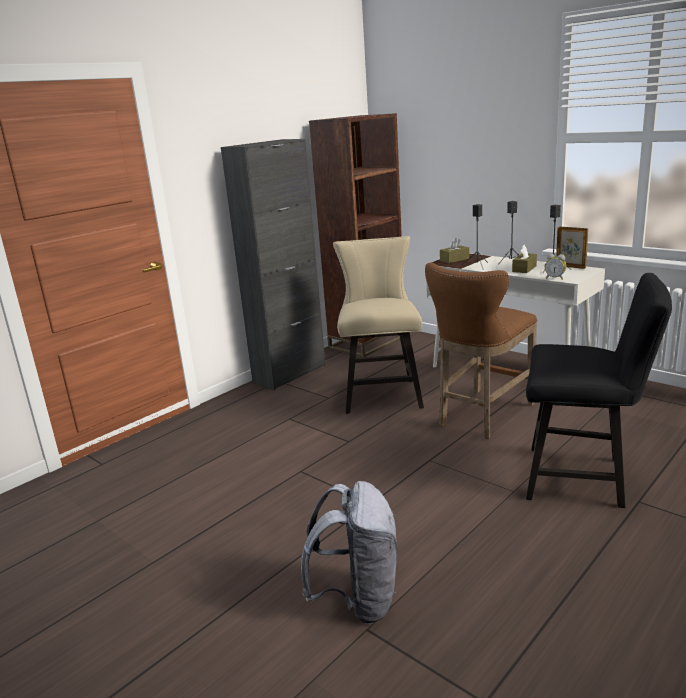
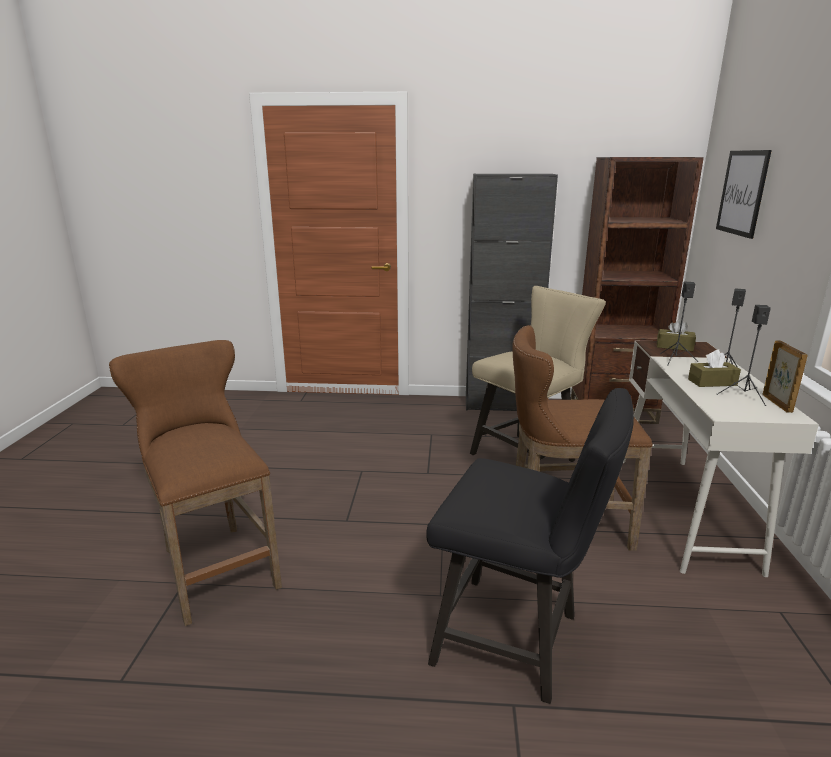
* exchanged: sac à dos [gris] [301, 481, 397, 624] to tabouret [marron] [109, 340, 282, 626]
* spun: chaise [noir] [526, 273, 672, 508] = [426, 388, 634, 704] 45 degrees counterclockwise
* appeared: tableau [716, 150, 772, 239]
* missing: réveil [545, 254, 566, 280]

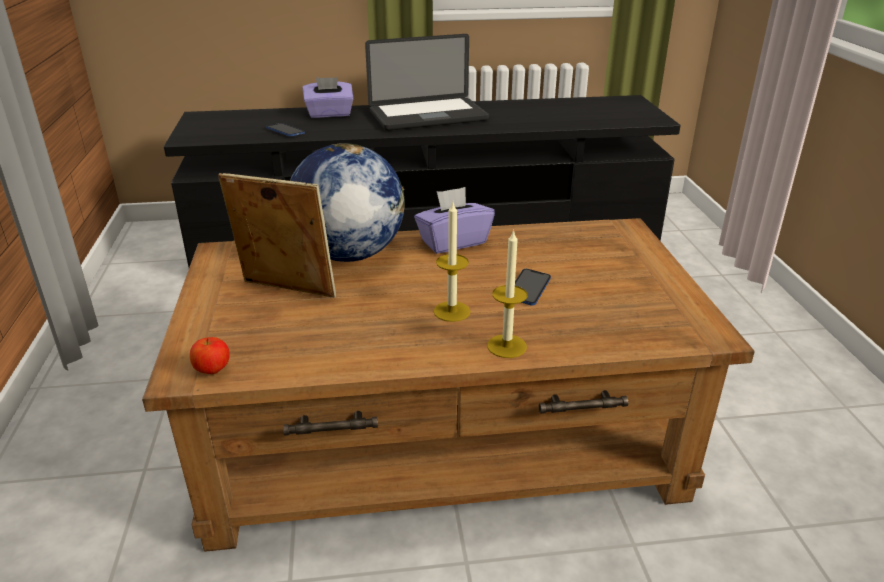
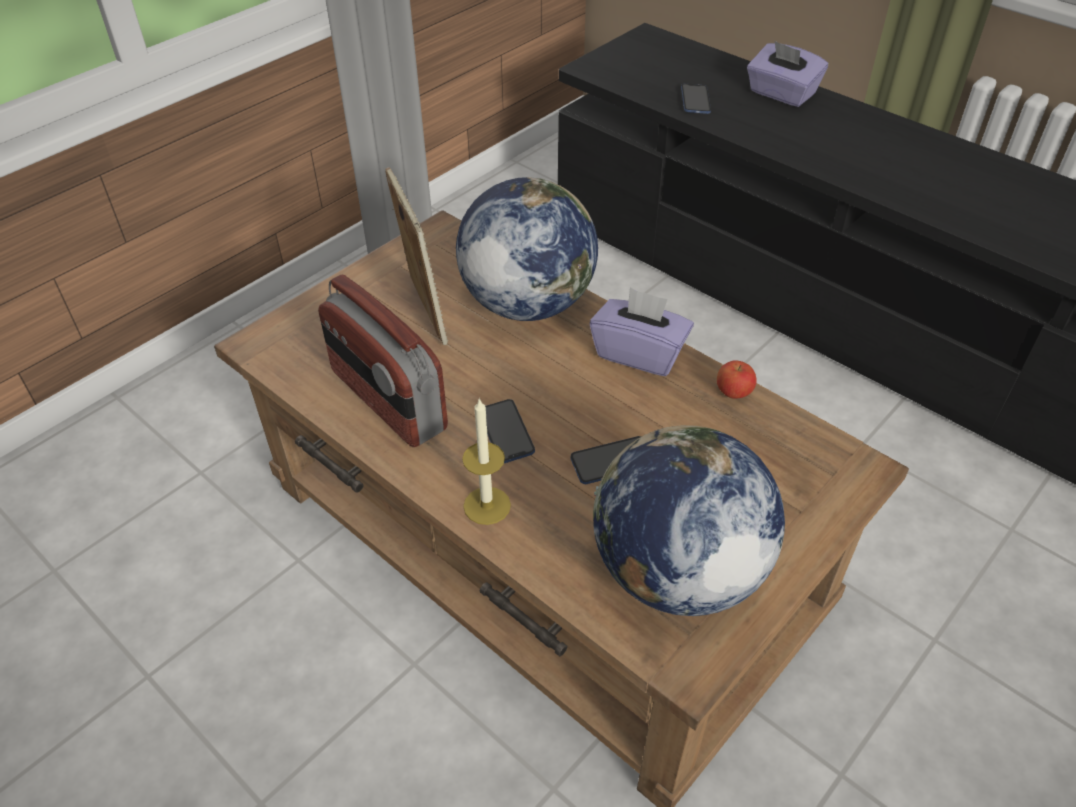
* appeared: radio [318, 275, 448, 447]
* exchanged: bougie [433, 202, 471, 322] to téléphone [485, 399, 535, 463]
* appeared: globe [593, 425, 785, 616]
* relocated: pomme [190, 337, 230, 374] to [717, 360, 756, 399]
* missing: ordinateur portable [365, 34, 489, 131]

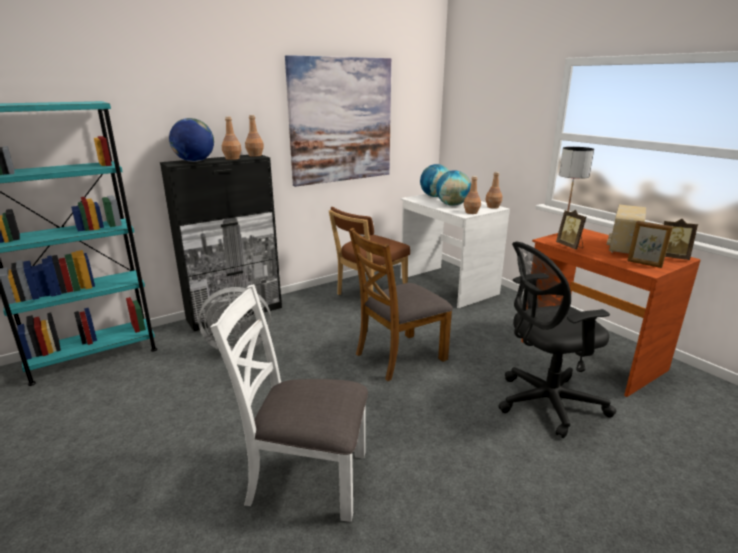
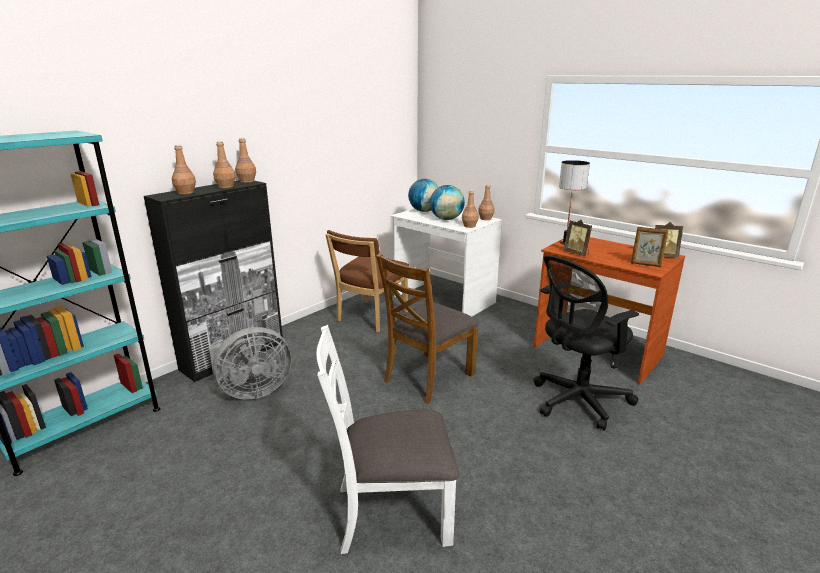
* exchanged: globe [169, 118, 214, 162] to bouteille [marron] [172, 145, 196, 195]
* missing: tableau [285, 55, 391, 187]
* missing: radio [607, 205, 646, 254]

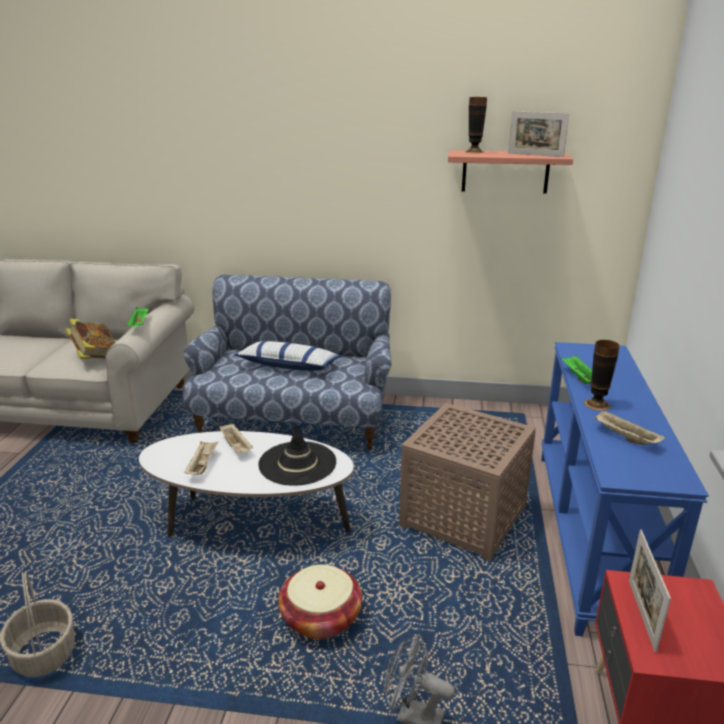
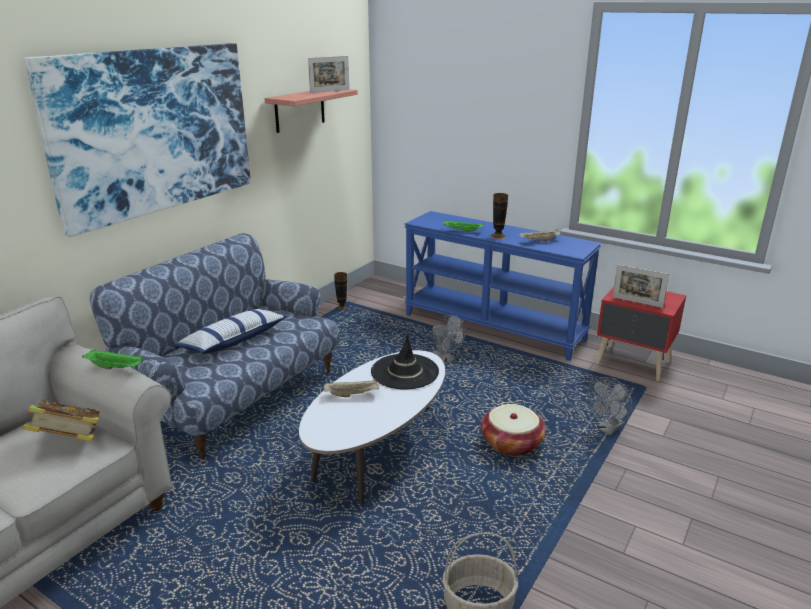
* appeared: tableau [23, 43, 251, 237]
* relocated: vase [465, 97, 487, 154] to [334, 272, 347, 310]
* exchanged: table d'appoint [marron] [399, 403, 536, 562] to ventilateur [gris] [432, 315, 465, 364]
* missing: plateau [beige] [184, 441, 219, 475]

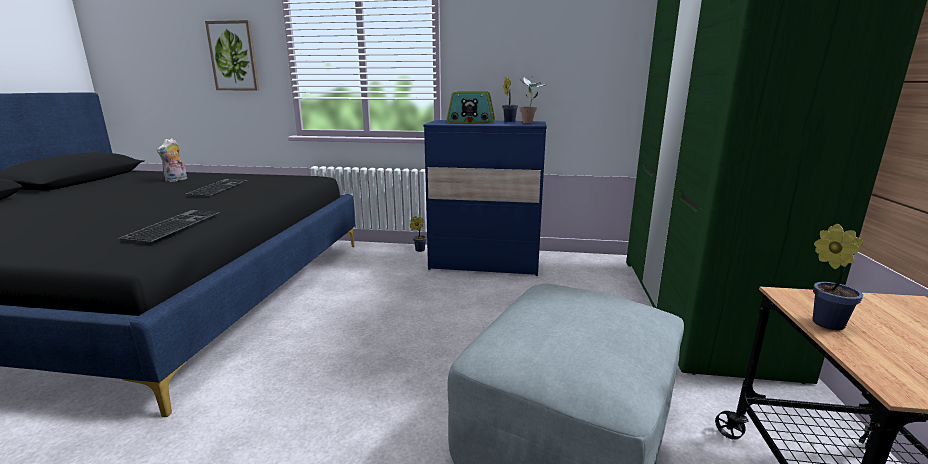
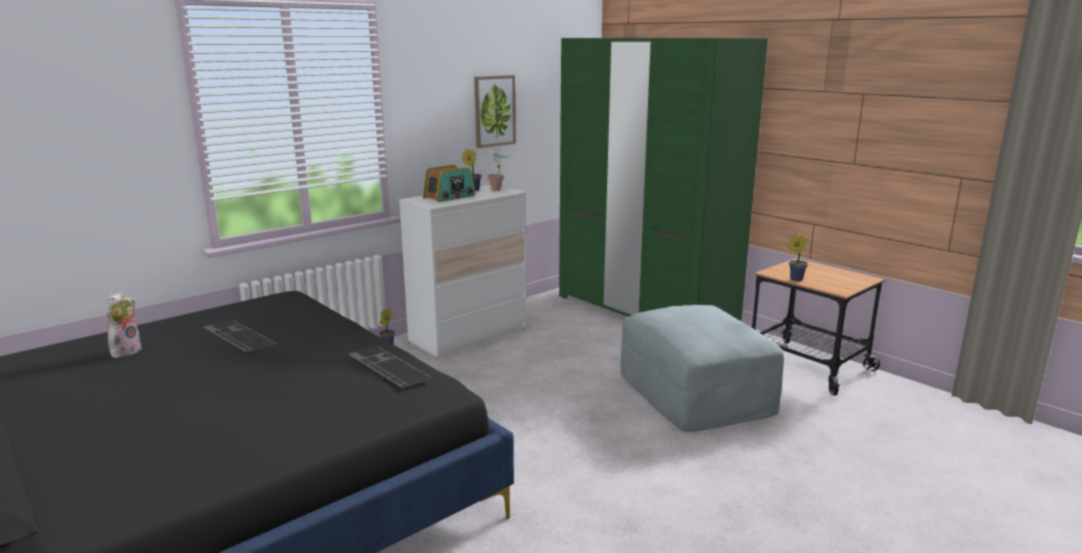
* spun: peluche [157, 138, 187, 182] = [105, 292, 142, 358] 135 degrees counterclockwise
* colour: commode [bleu] [423, 120, 547, 276] to commode [blanc] [399, 185, 526, 358]
* relocated: tableau [205, 20, 259, 90] to [474, 75, 516, 148]

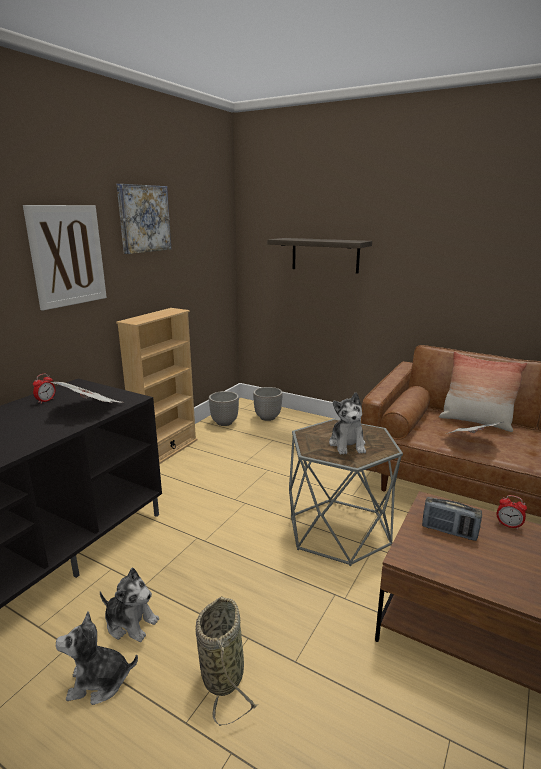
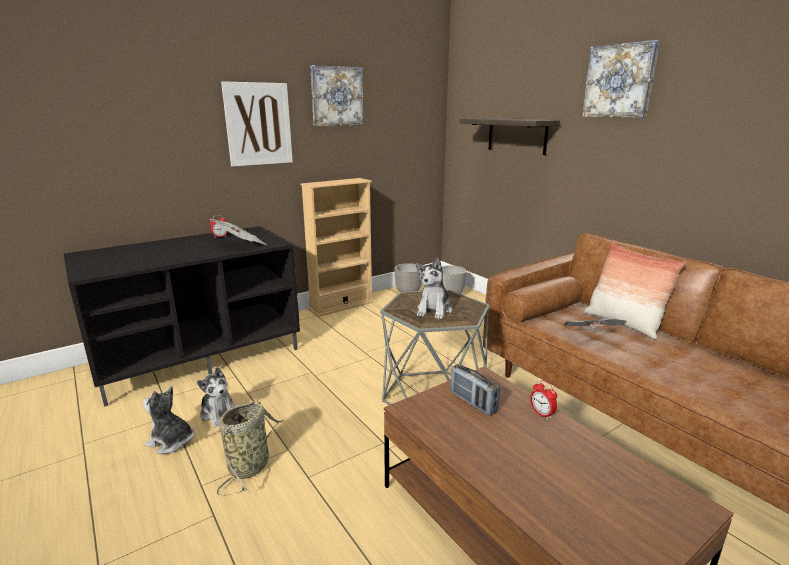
* appeared: tableau [582, 40, 660, 118]

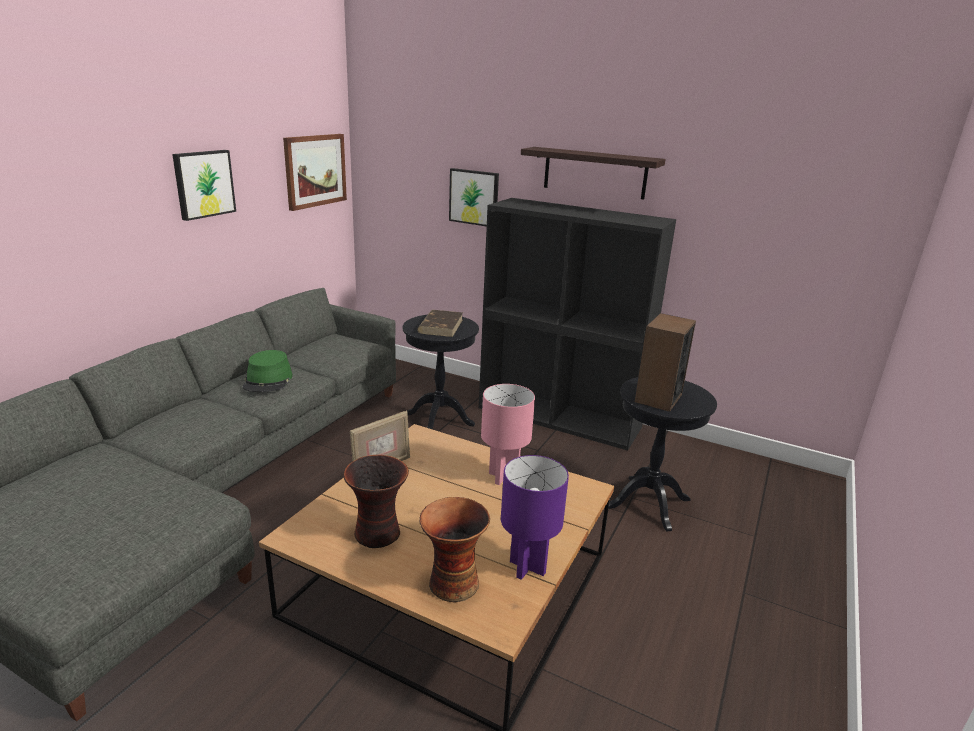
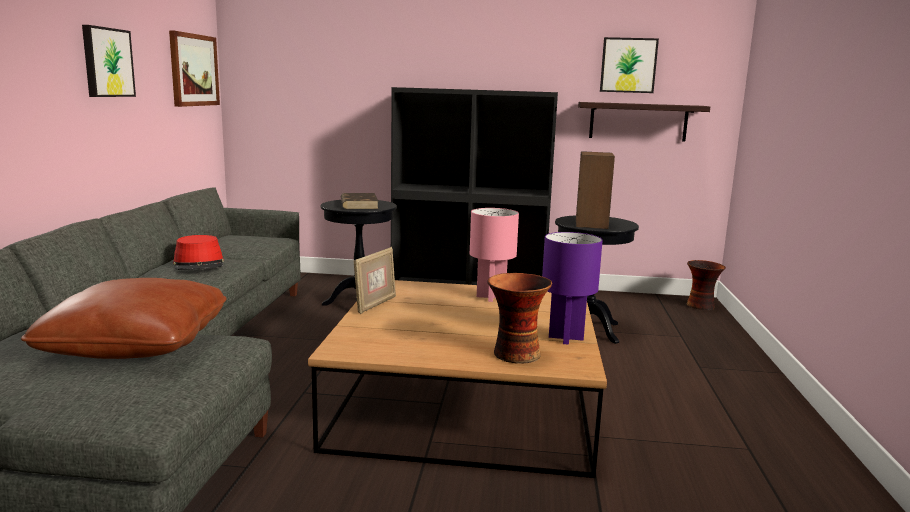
* appeared: coussin [marron] [21, 278, 227, 359]
* colour: chapeau [vert] [243, 350, 292, 392] to chapeau [rouge] [173, 235, 224, 270]
* relocated: étagère [521, 147, 666, 200] to [578, 102, 710, 141]
* relocated: tableau [449, 168, 499, 227] to [600, 37, 659, 93]
* relocated: vase [343, 455, 409, 548] to [687, 260, 726, 310]

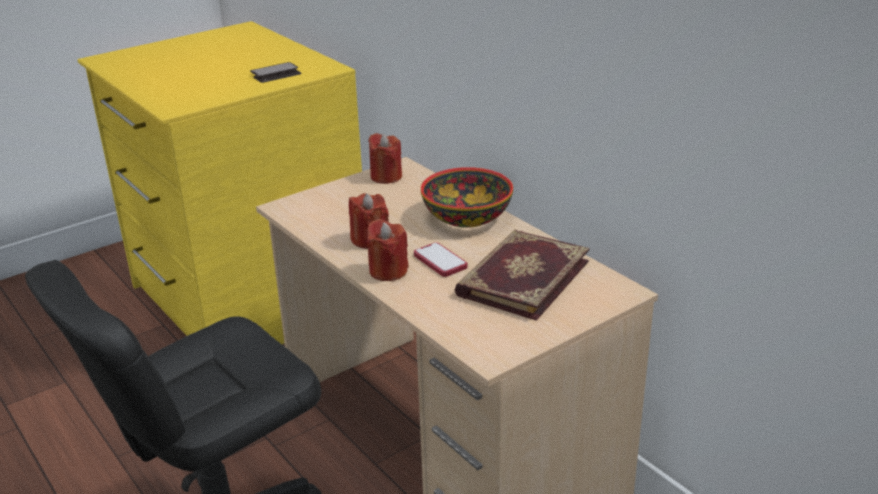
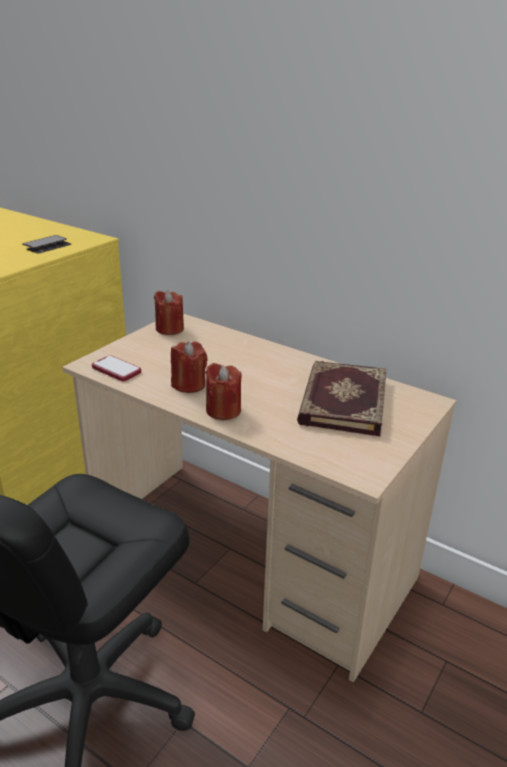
* relocated: téléphone [414, 242, 467, 277] to [92, 355, 141, 381]
* missing: bol [421, 167, 513, 228]

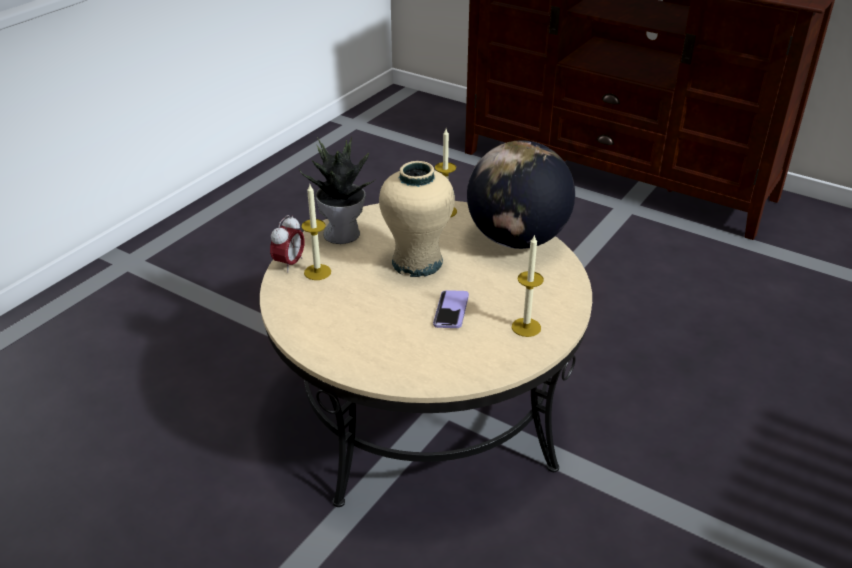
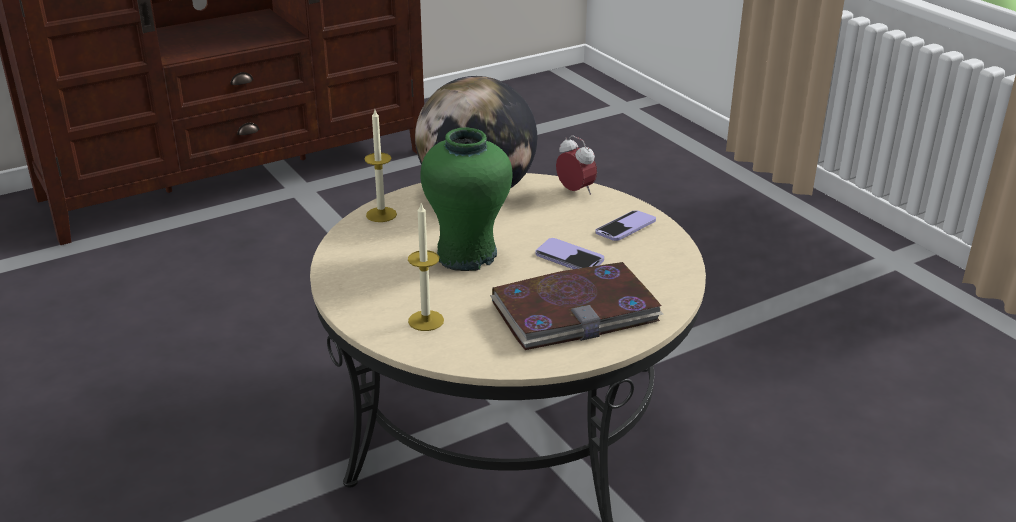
* colour: vase [beige] [379, 161, 455, 277] to vase [vert] [420, 128, 513, 271]
* appeared: livre [490, 262, 664, 350]
* relocated: réveil [270, 215, 305, 273] to [556, 135, 597, 195]
* exchanged: bougie [512, 234, 544, 337] to téléphone [596, 210, 656, 241]
* missing: plante en pot [299, 137, 375, 244]

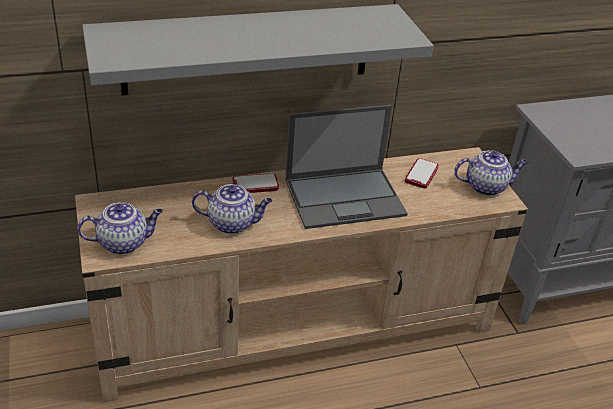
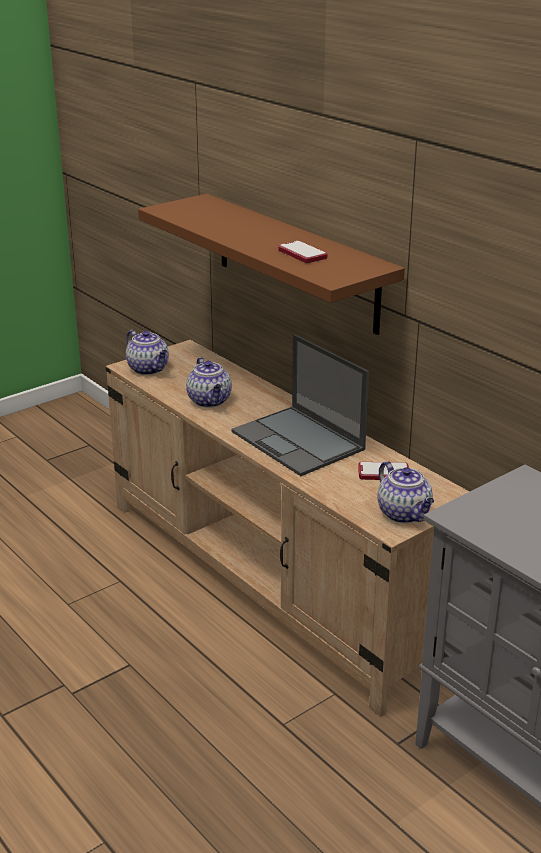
* colour: étagère [gris] [82, 4, 434, 95] to étagère [marron] [138, 194, 405, 335]
* relocated: téléphone [233, 173, 279, 193] to [278, 241, 328, 263]

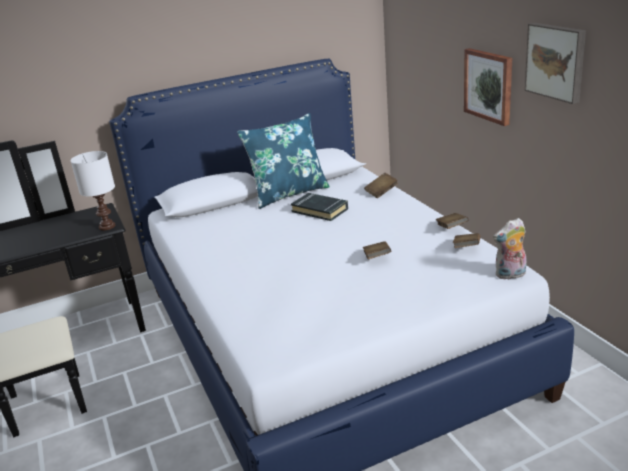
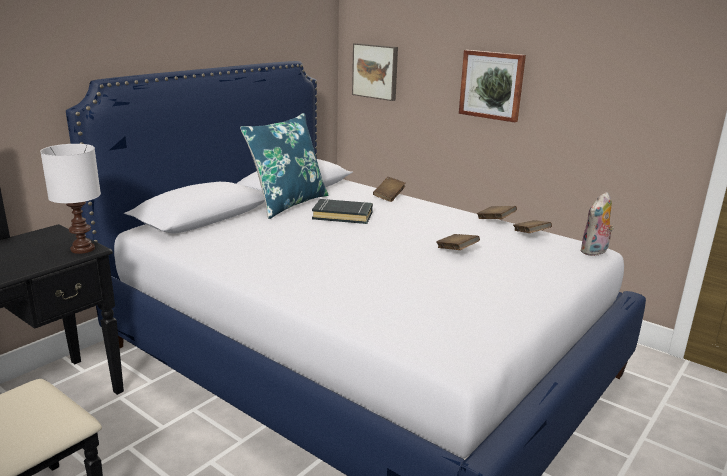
* relocated: tableau [525, 23, 586, 104] to [352, 43, 398, 101]

